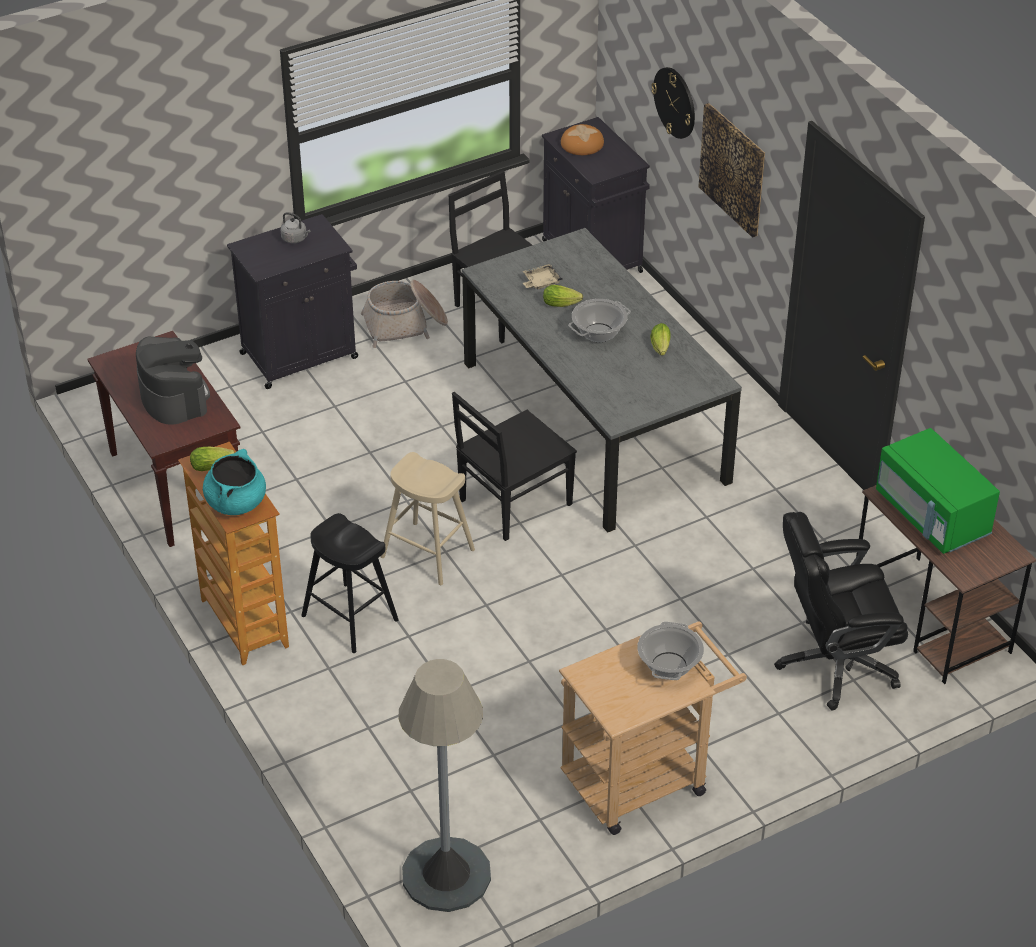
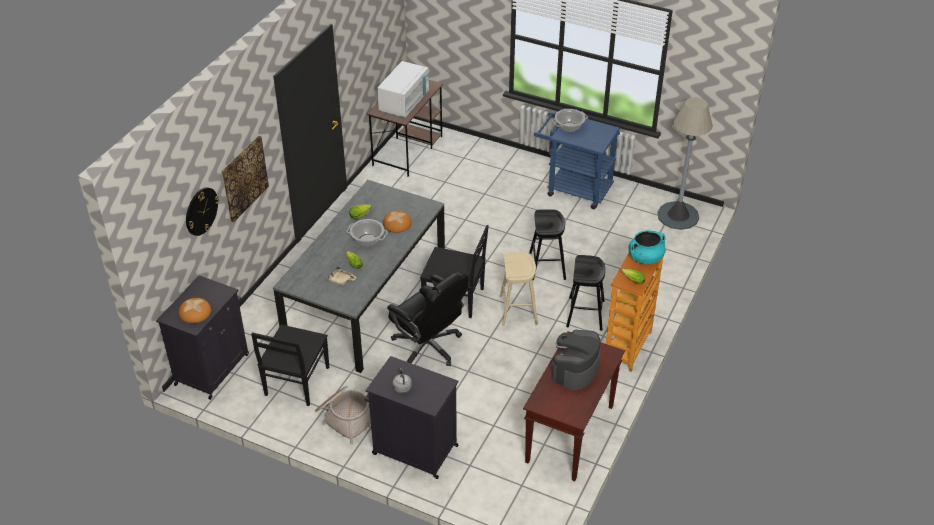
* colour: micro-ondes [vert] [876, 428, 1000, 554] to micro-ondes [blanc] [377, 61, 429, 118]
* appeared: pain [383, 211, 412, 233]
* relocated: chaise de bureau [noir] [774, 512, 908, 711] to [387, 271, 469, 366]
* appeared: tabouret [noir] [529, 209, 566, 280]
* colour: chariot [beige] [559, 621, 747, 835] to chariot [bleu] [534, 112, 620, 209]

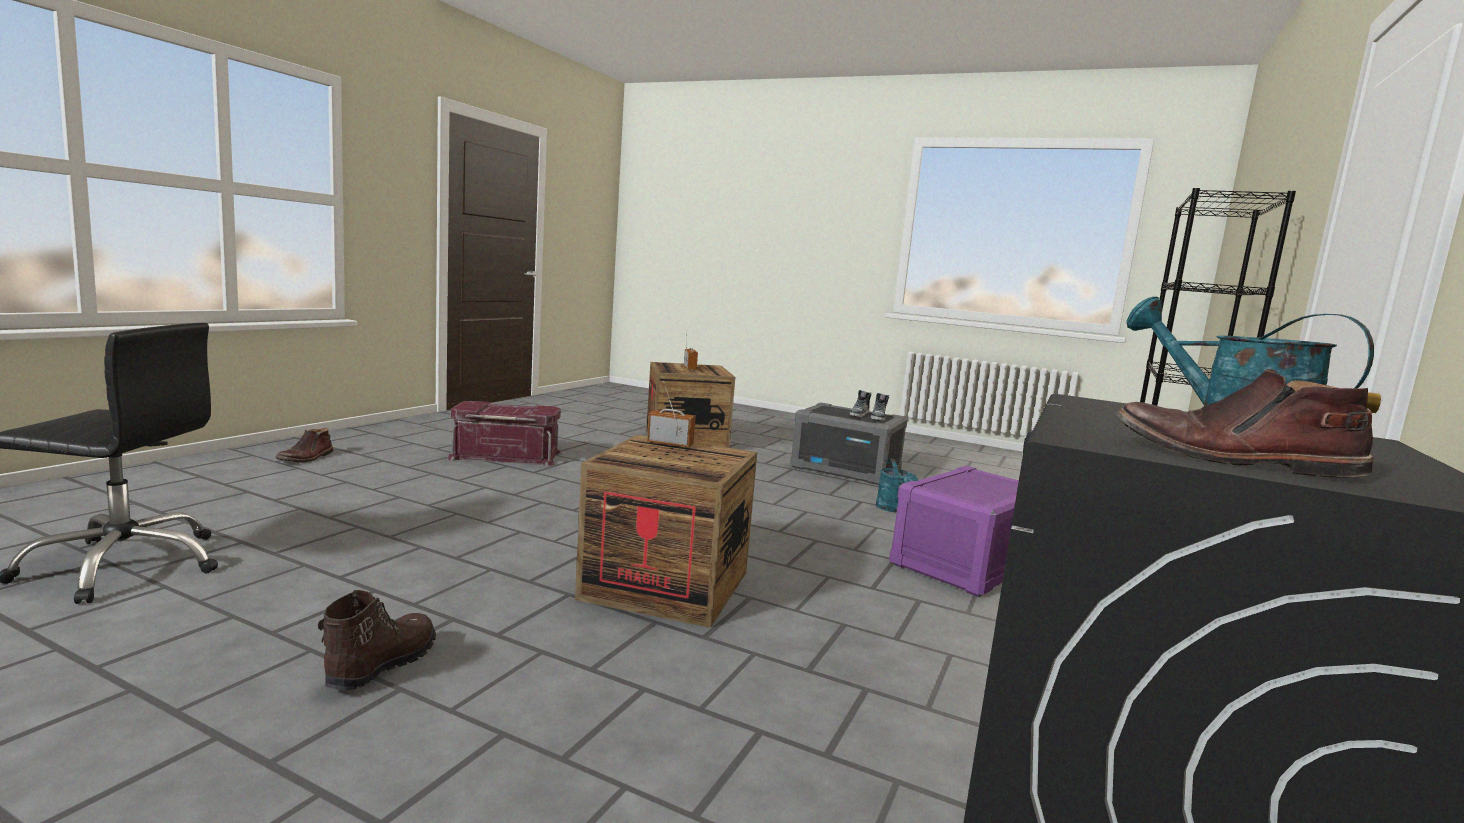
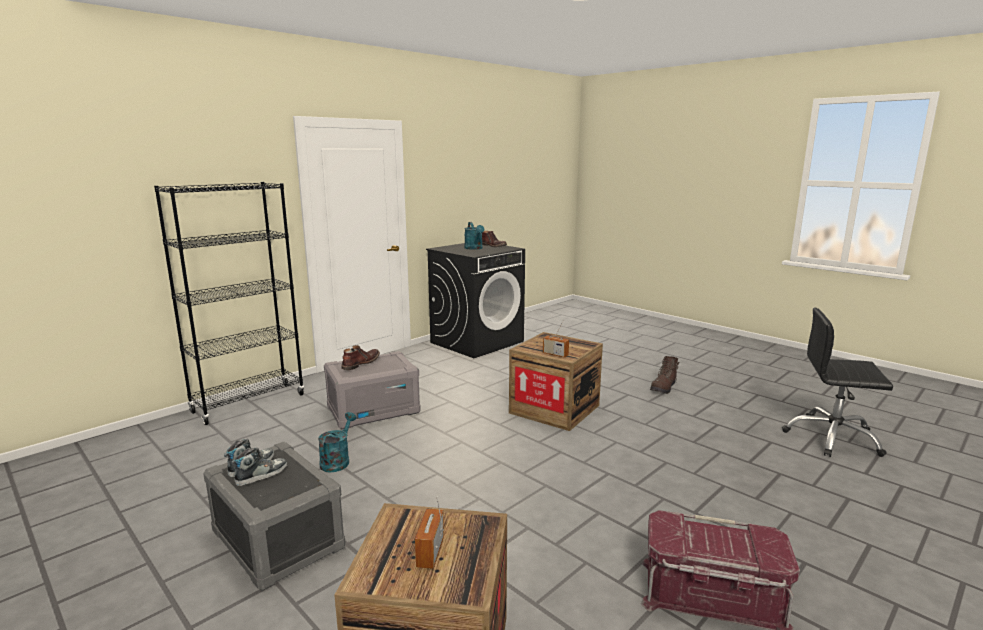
* colour: boîte de rangement [violet] [889, 466, 1019, 597] to boîte de rangement [gris] [324, 351, 421, 429]
* relocated: botte [marron] [275, 428, 334, 463] to [341, 345, 380, 370]

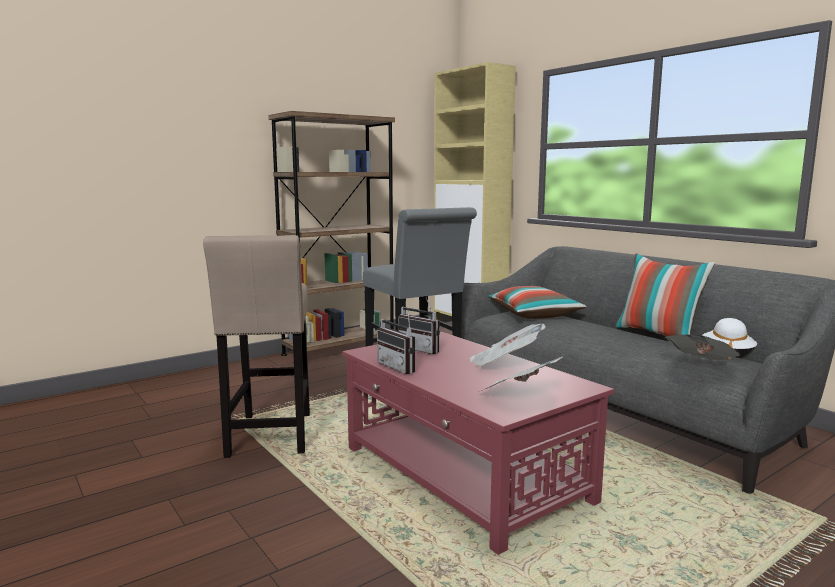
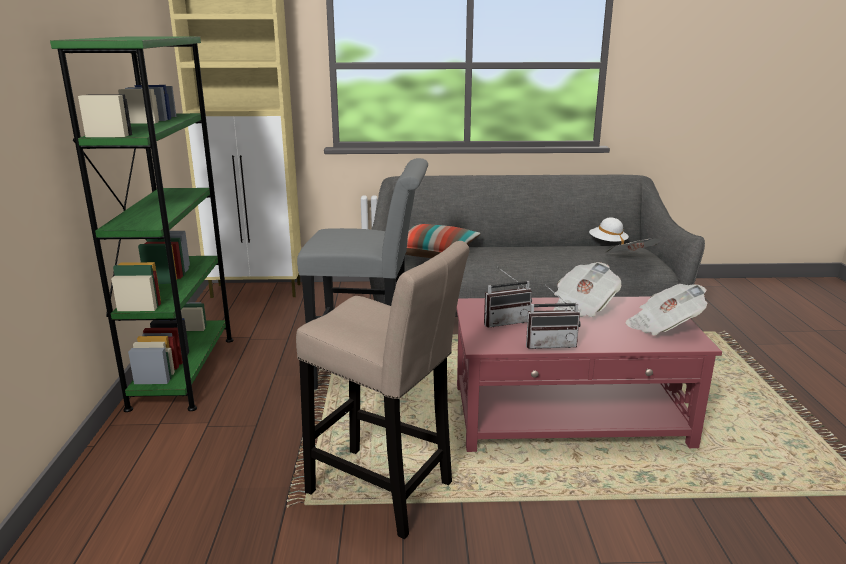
* colour: bibliothèque [marron] [268, 111, 395, 356] to bibliothèque [vert] [50, 36, 233, 412]
* missing: coussin [615, 253, 715, 336]

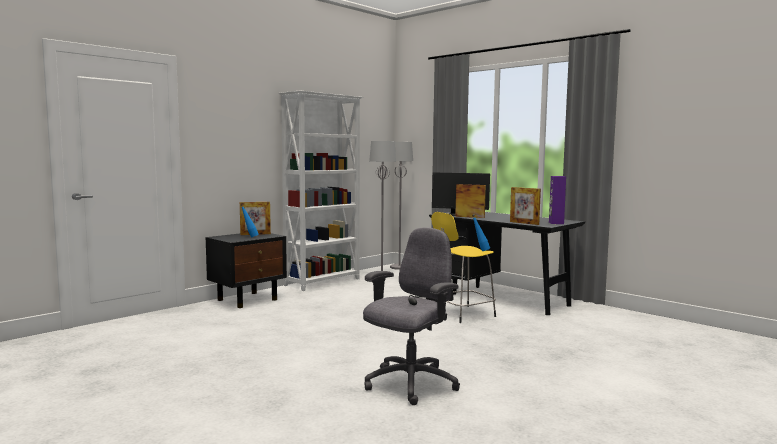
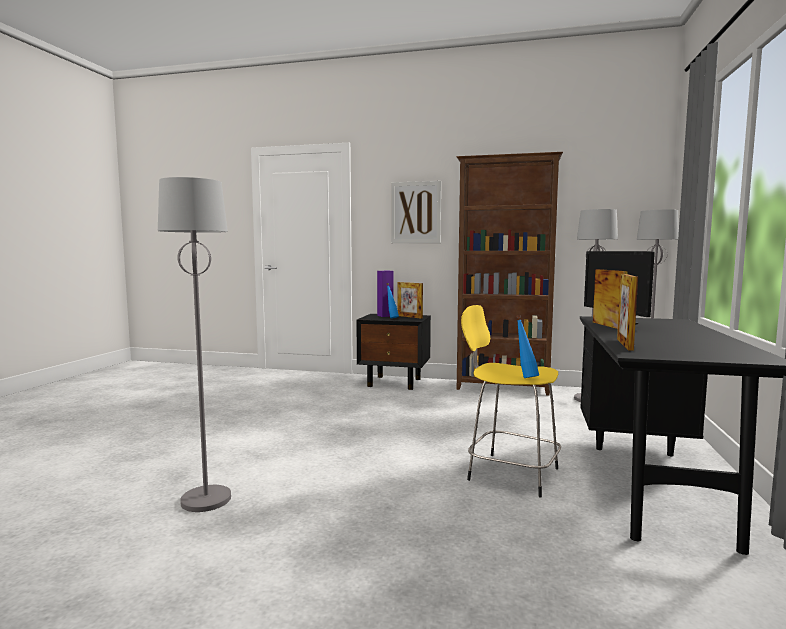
* exchanged: chaise de bureau [gris] [363, 228, 460, 405] to lampadaire [gris] [158, 177, 231, 512]
* relocated: enceinte [violet] [549, 176, 566, 224] to [377, 271, 394, 317]
* appeared: tableau [391, 181, 441, 243]
* colour: bibliothèque [blanc] [279, 91, 363, 291] to bibliothèque [marron] [457, 152, 563, 396]

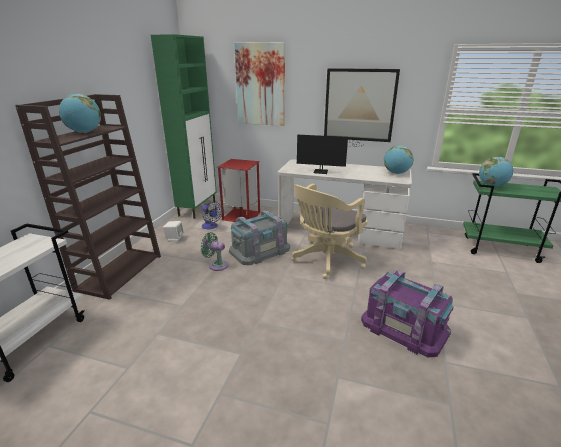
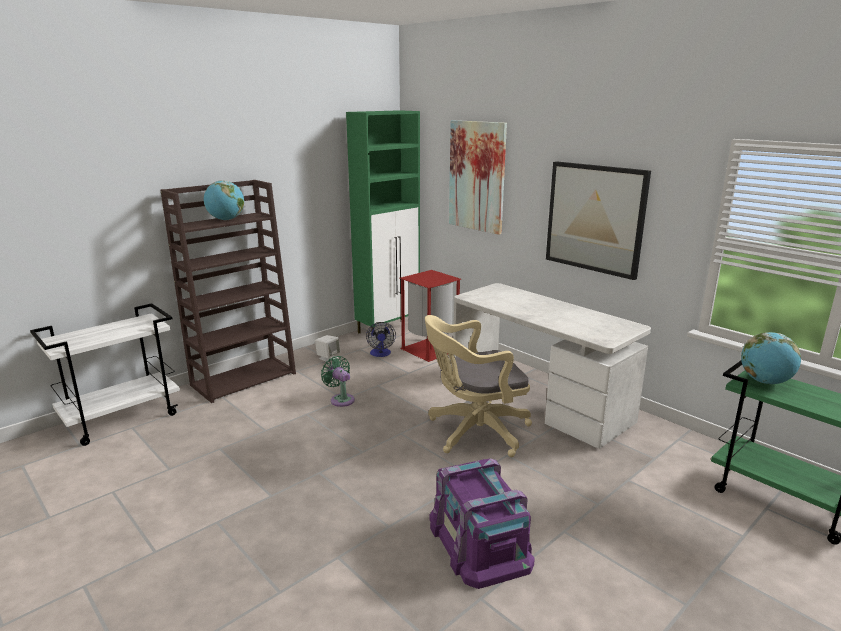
* missing: boîte de rangement [gris] [229, 210, 290, 265]
* missing: écran d'ordinateur [297, 135, 360, 174]
* missing: globe [384, 145, 414, 174]

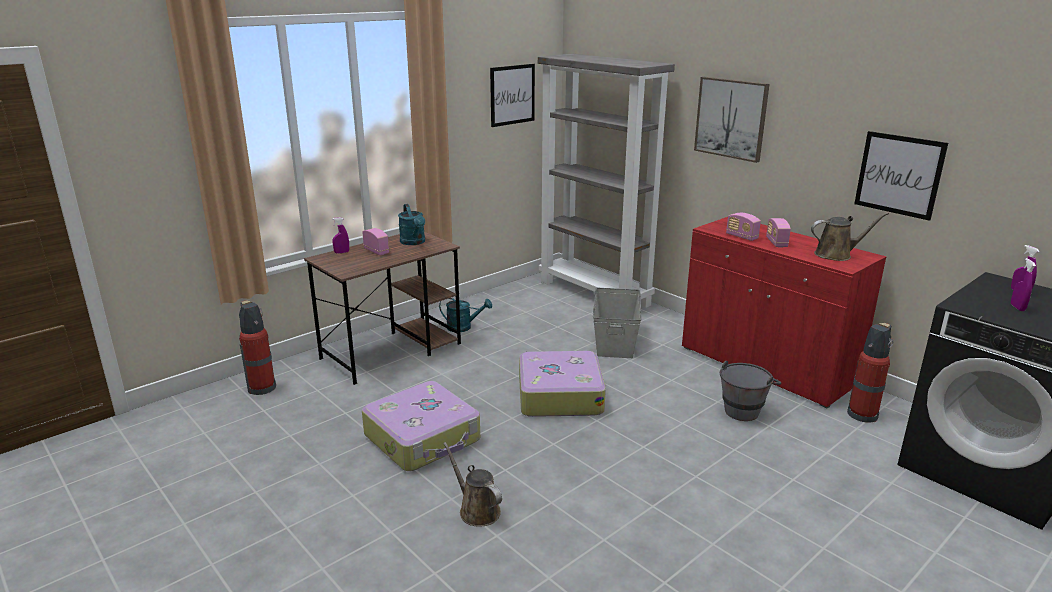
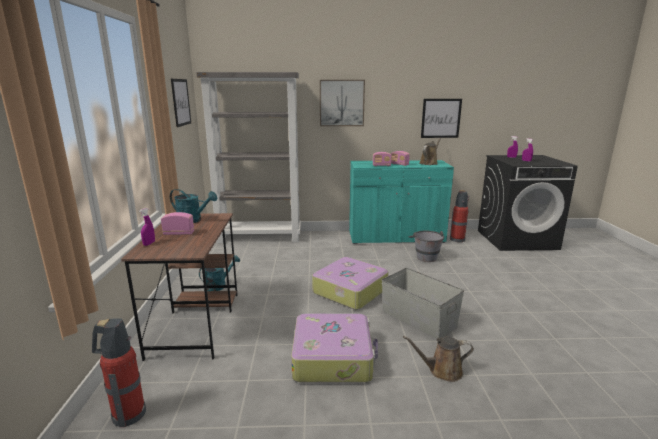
* colour: meuble de rangement [rouge] [682, 217, 887, 409] to meuble de rangement [turquoise] [349, 160, 454, 244]
* relocated: boîte de rangement [gris] [593, 288, 642, 358] to [381, 268, 464, 339]

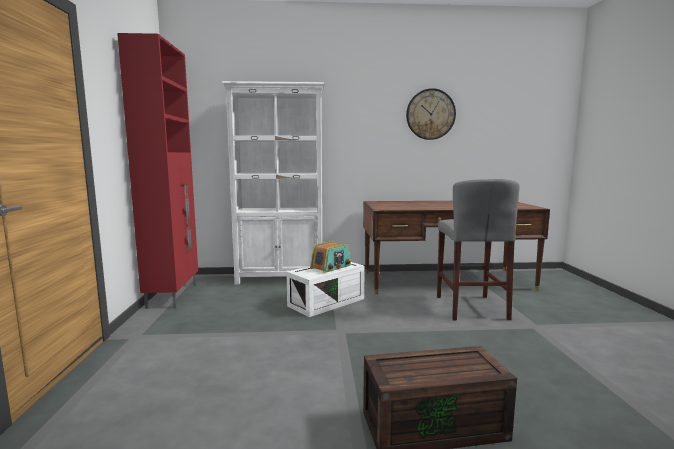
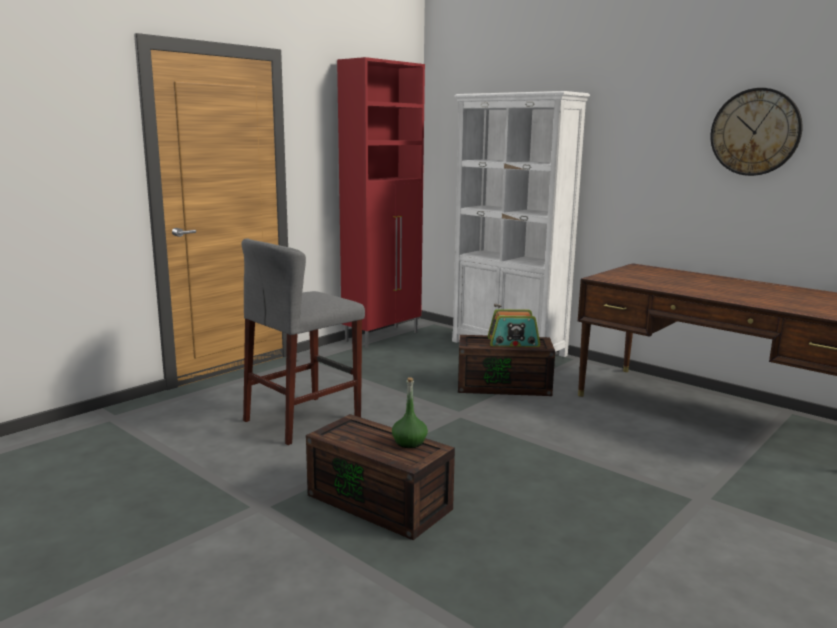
* relocated: tabouret [gris] [437, 179, 520, 321] to [241, 238, 365, 445]
* appeared: bouteille [vert] [392, 377, 428, 448]
* colour: boîte de rangement [blanc] [286, 262, 365, 317] to boîte de rangement [marron] [458, 335, 555, 396]

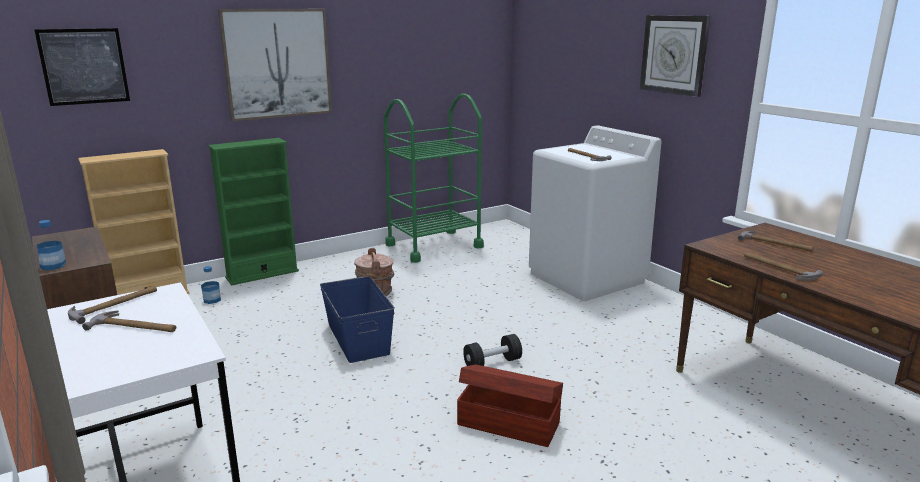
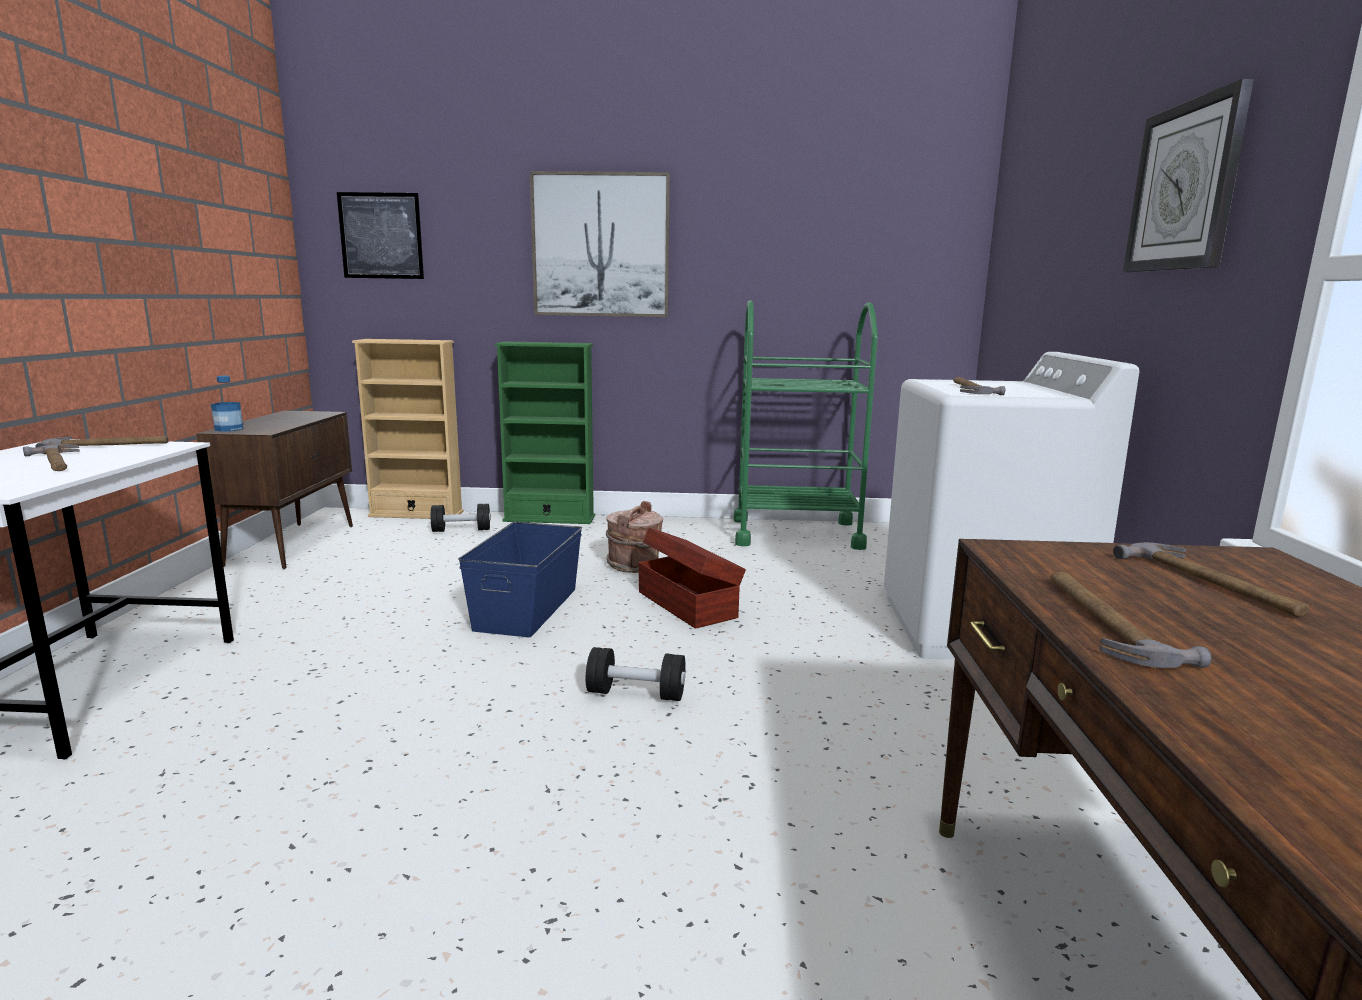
* exchanged: bouteille [201, 266, 221, 304] to haltère [noir] [431, 504, 491, 532]
* relocated: boîte de rangement [marron] [457, 364, 563, 447] to [639, 528, 746, 629]

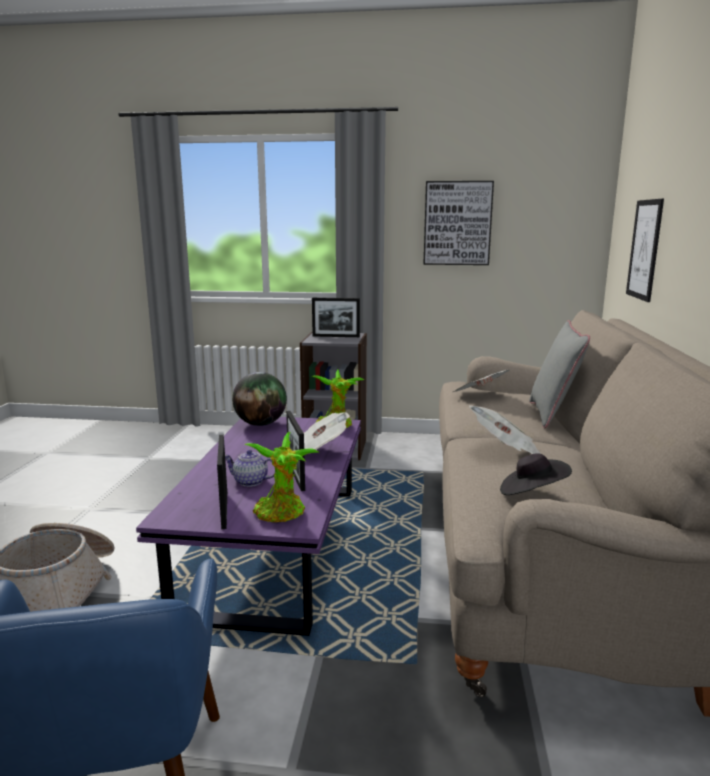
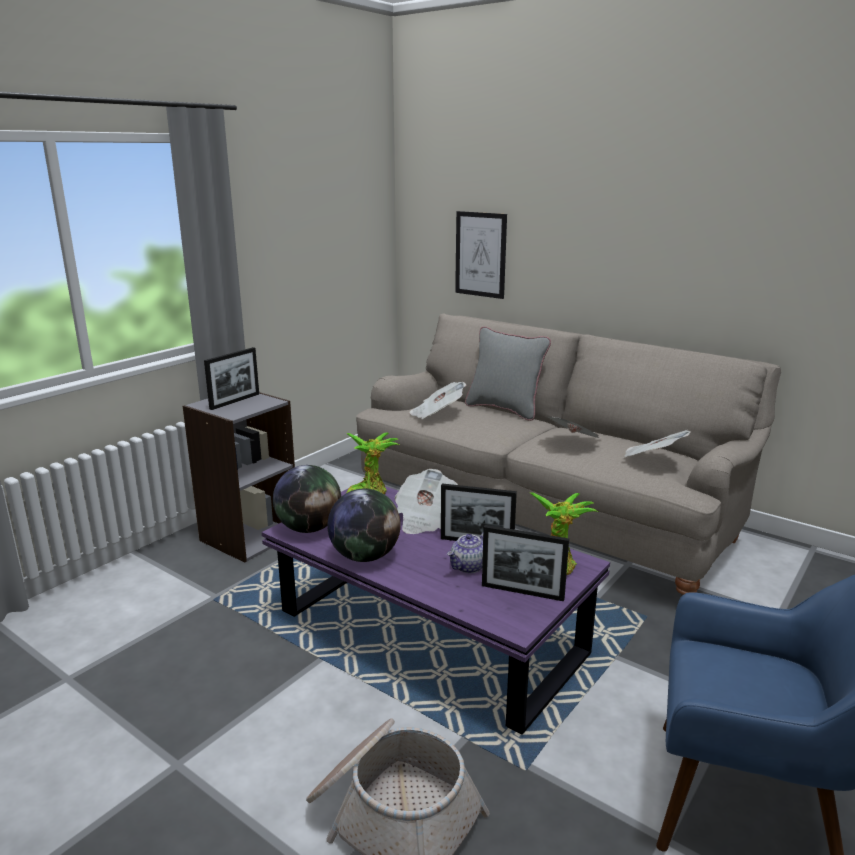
* appeared: globe [327, 488, 401, 562]
* exchanged: chapeau [noir] [500, 453, 572, 495] to journal [623, 430, 691, 458]
* missing: tableau [423, 181, 494, 265]

